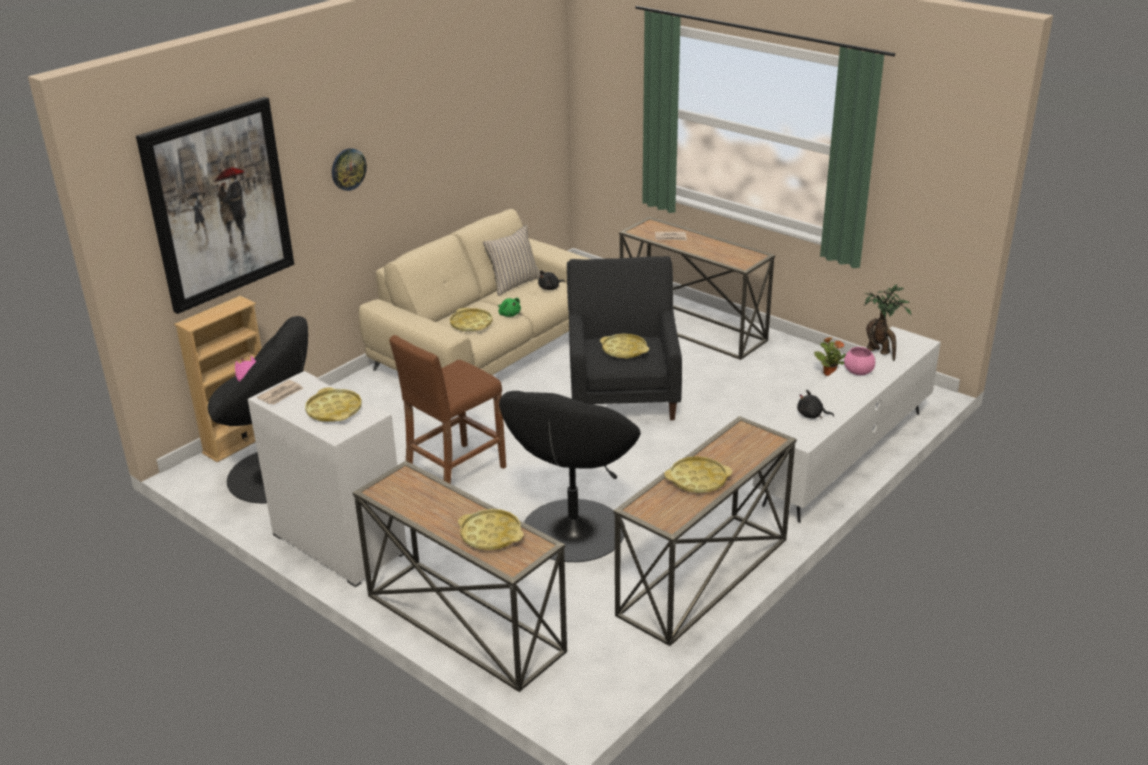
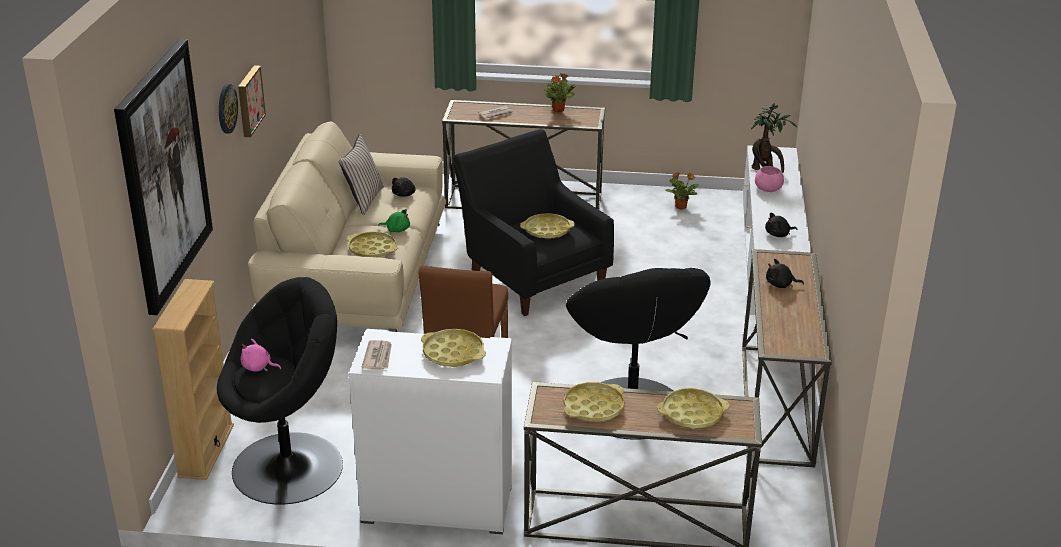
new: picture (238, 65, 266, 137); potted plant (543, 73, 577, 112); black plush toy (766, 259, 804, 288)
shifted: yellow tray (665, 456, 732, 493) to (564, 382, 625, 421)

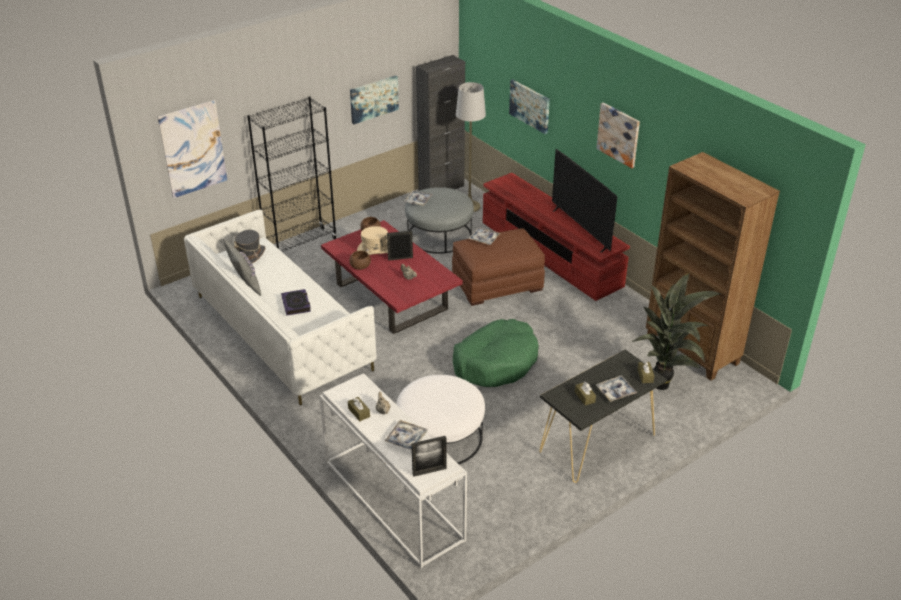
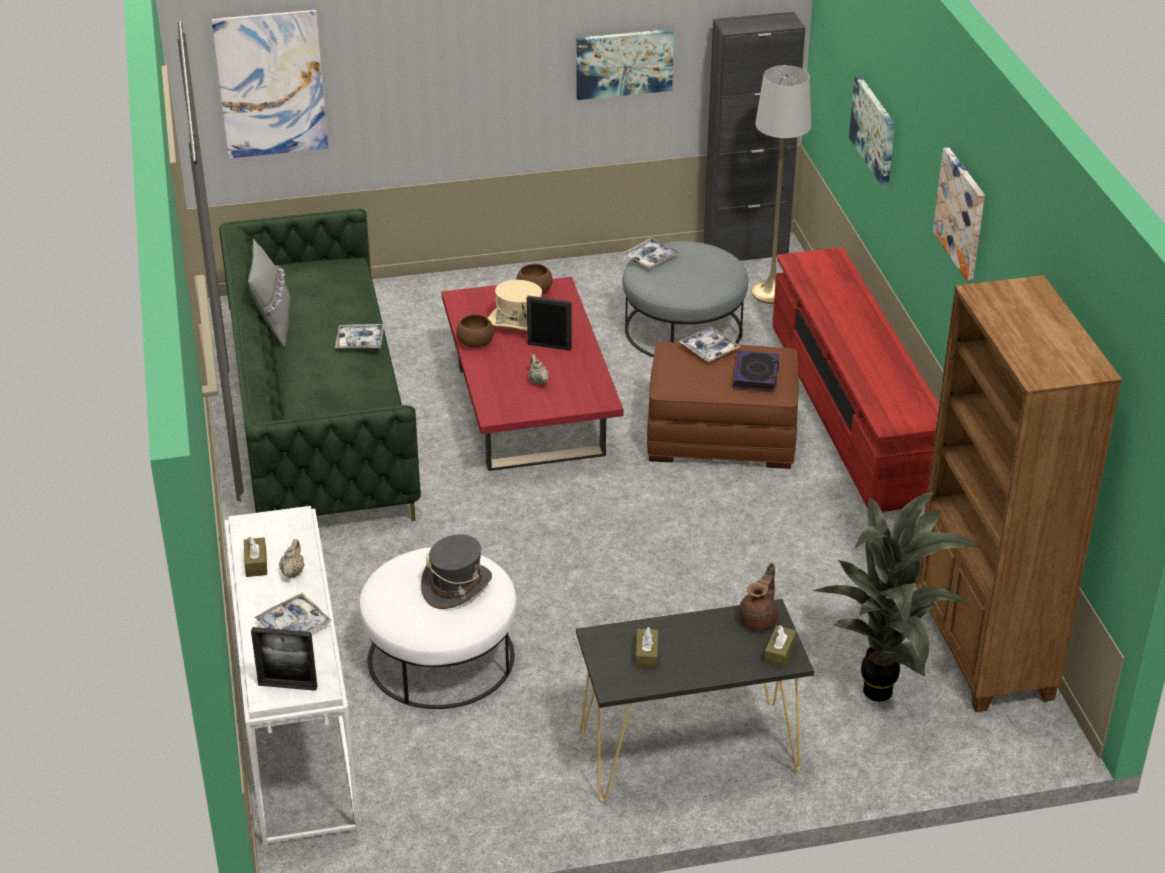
gone: black bookcase (247, 96, 337, 252); television (552, 149, 618, 253); green dog bed (453, 319, 539, 387)
new: brown teapot (738, 562, 778, 630)
shifted: grey hat (234, 230, 266, 263) to (421, 534, 492, 609); book (281, 289, 311, 316) to (733, 350, 779, 392); tray (596, 375, 637, 402) to (335, 324, 384, 349)
repainted: white sofa (184, 210, 377, 406) to green sofa (219, 209, 421, 521)

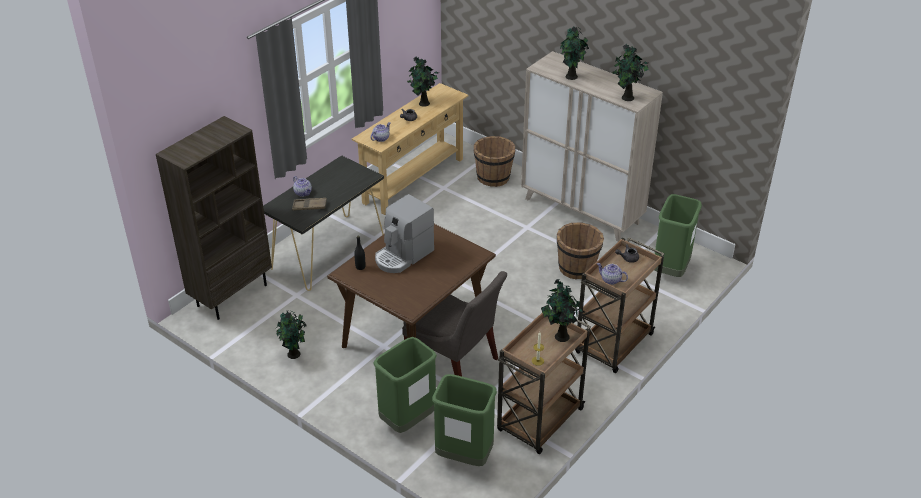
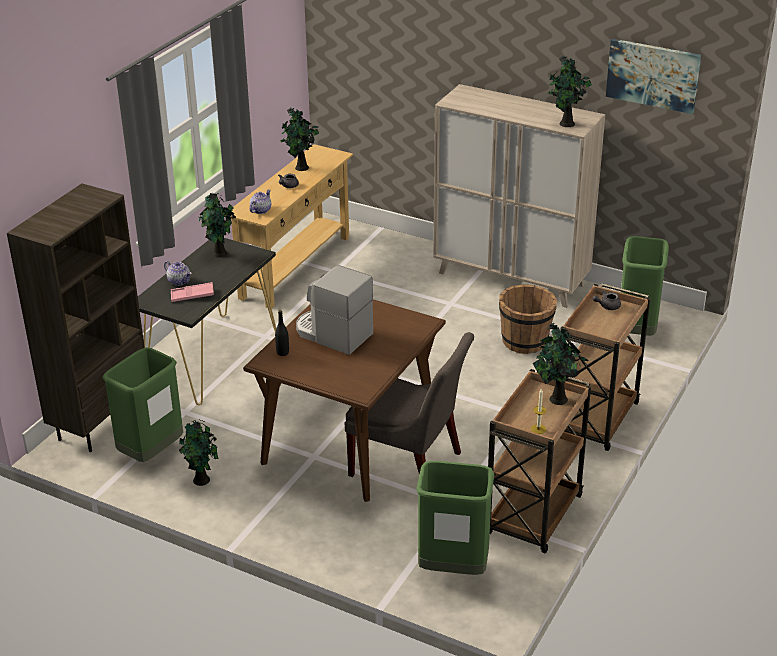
gone: brown bucket (474, 136, 515, 187); teapot (597, 263, 628, 285)
new: picture (606, 39, 701, 114)
shifted: potted plant (560, 26, 589, 80) to (198, 192, 236, 258); green trash can (373, 337, 437, 433) to (102, 347, 183, 462)
repainted: brown tray (292, 198, 327, 210) to pink tray (171, 282, 214, 302)
rotated: coffee machine (375, 194, 434, 273) = (296, 265, 373, 355) 90 degrees clockwise

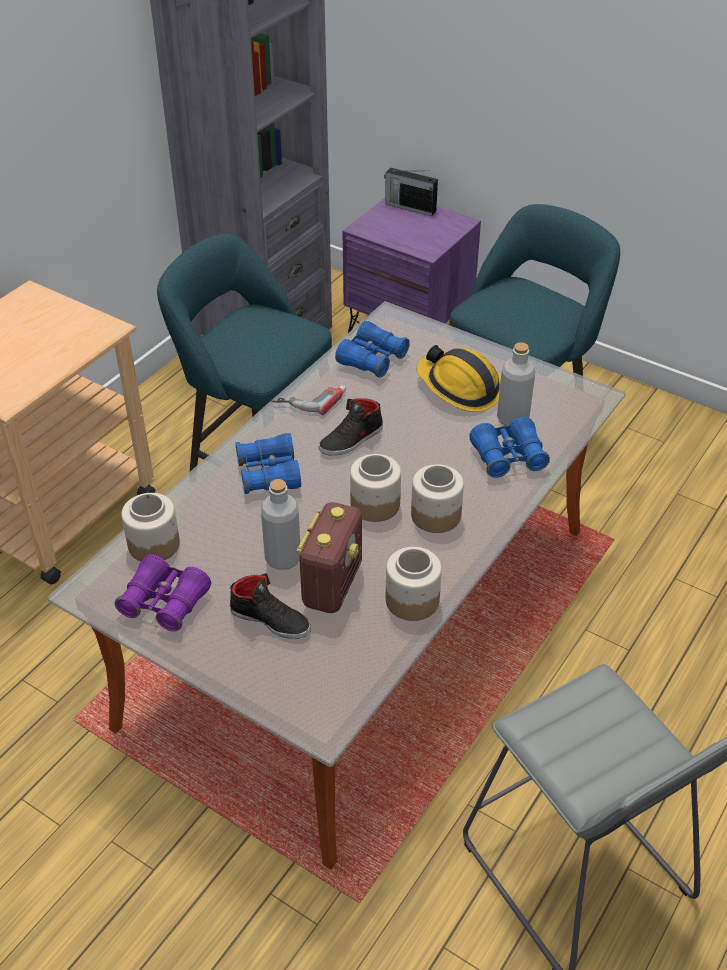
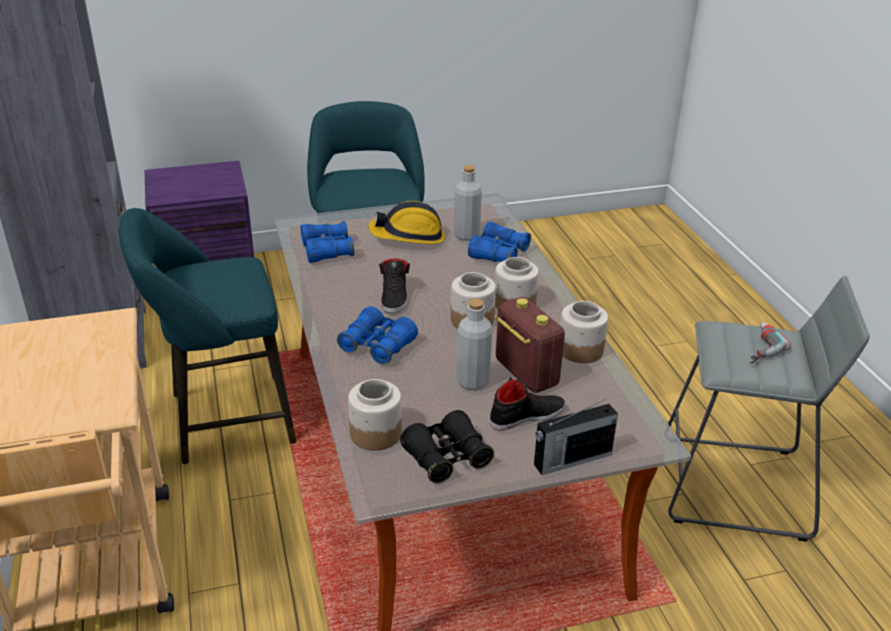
shifted: radio (384, 168, 438, 216) to (534, 399, 618, 475); power drill (271, 385, 346, 415) to (750, 322, 791, 364)
repainted: purple binoculars (115, 554, 211, 632) to black binoculars (400, 410, 494, 483)

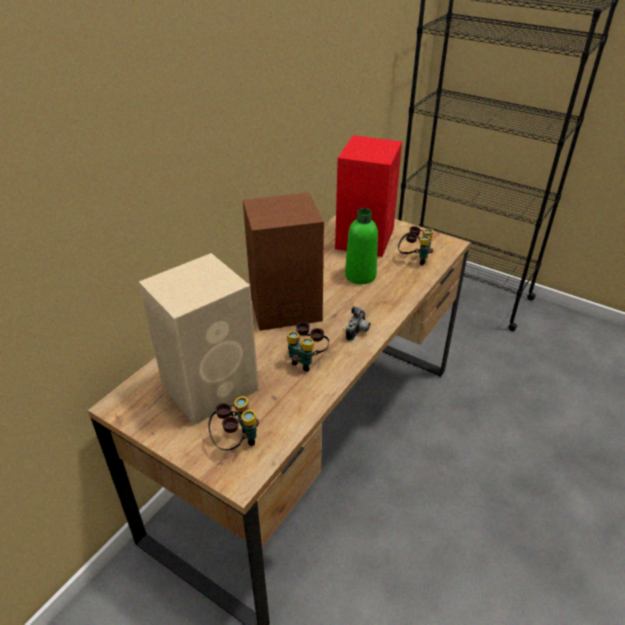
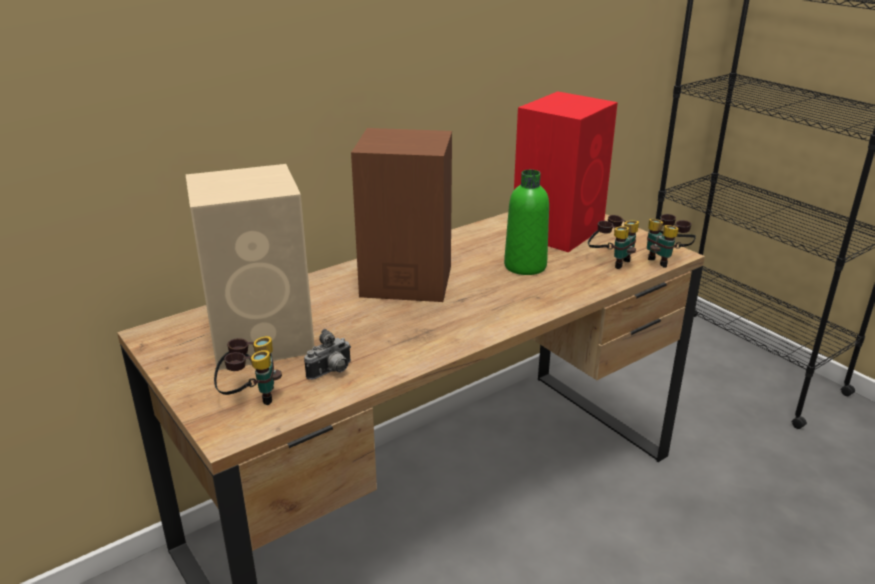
shifted: photo camera (346, 306, 370, 341) to (304, 329, 351, 380); binoculars (287, 322, 329, 372) to (647, 214, 696, 268)

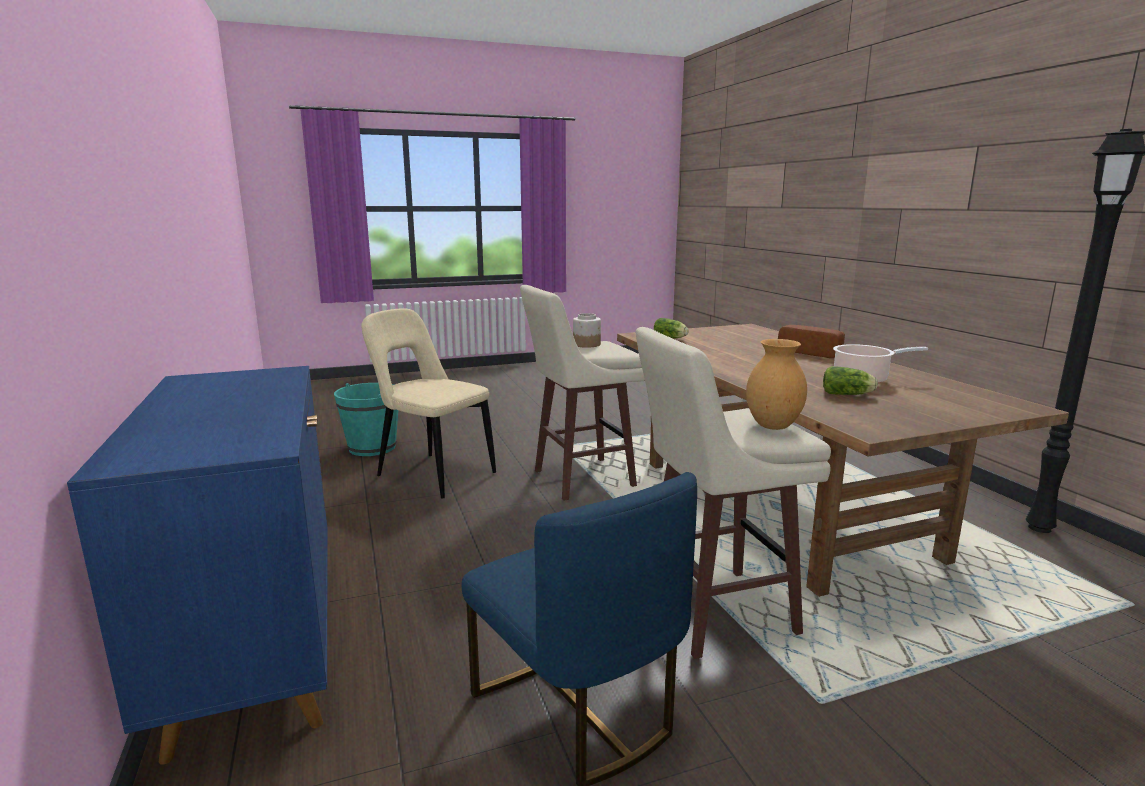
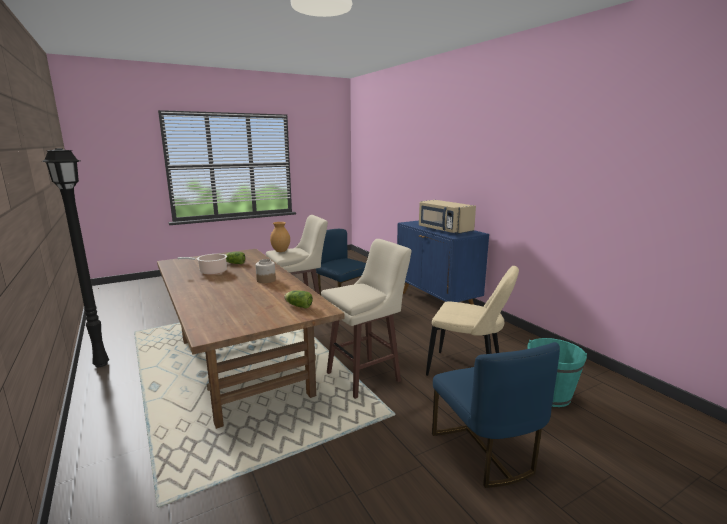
gone: bread (778, 325, 845, 358)
new: beige microwave (419, 200, 476, 235); blue chair (432, 342, 560, 488)
shifted: jar (573, 313, 601, 348) to (255, 259, 276, 283)

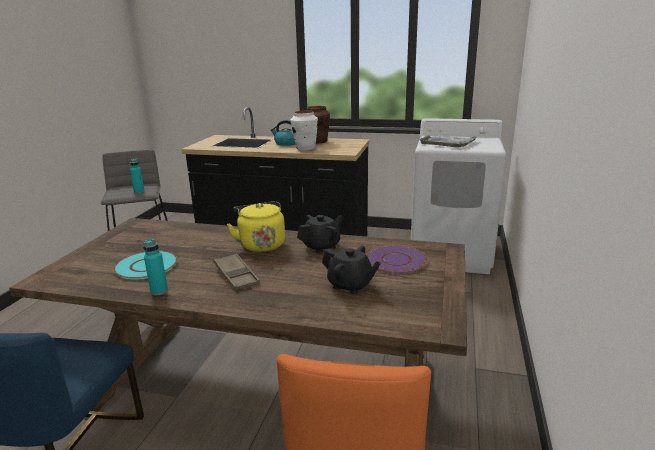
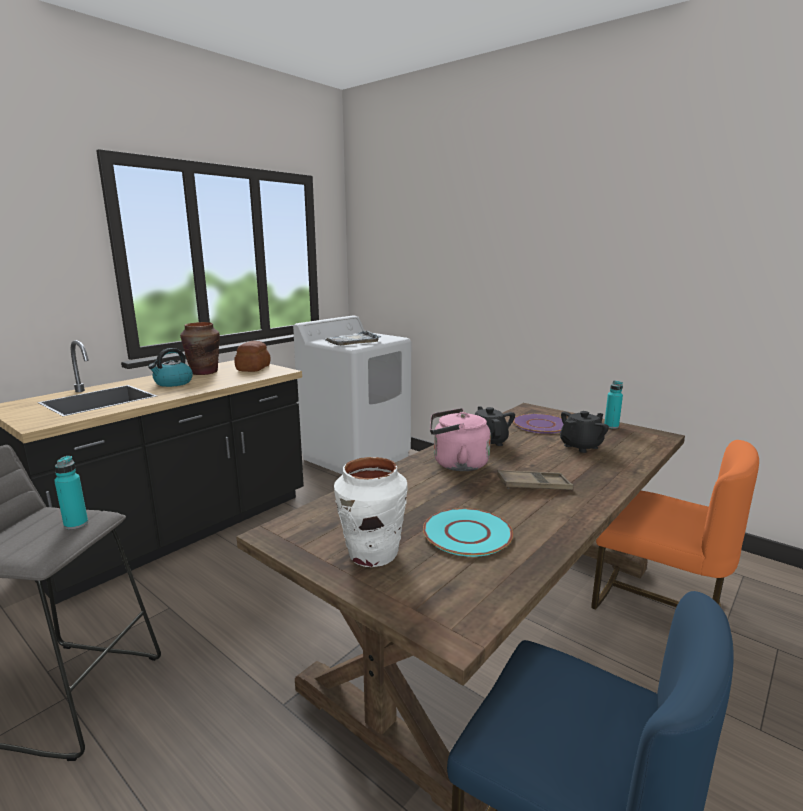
new: bread (234, 341, 271, 372)
shifted: white vase (290, 110, 318, 151) to (334, 457, 408, 567); turquoise bottle (143, 239, 168, 295) to (604, 381, 623, 429)
repainted: yellow kettle (227, 201, 285, 252) to pink kettle (430, 408, 491, 471)

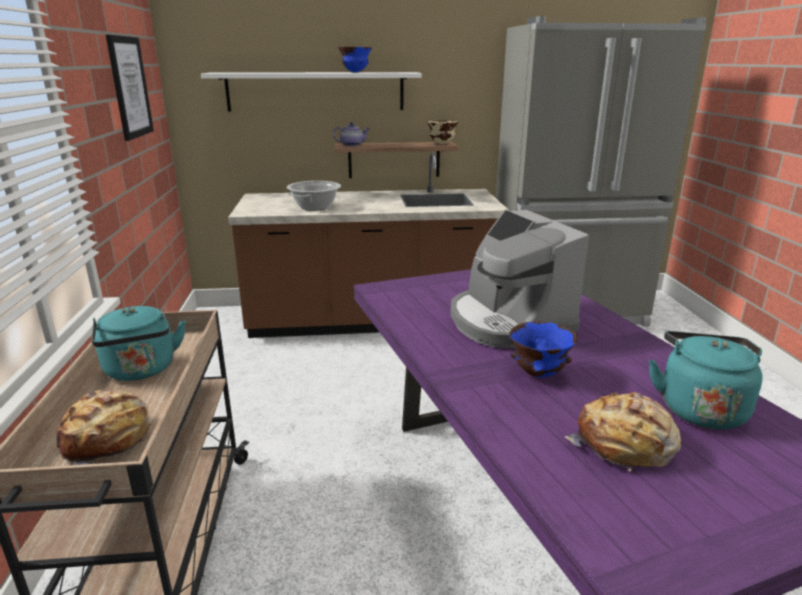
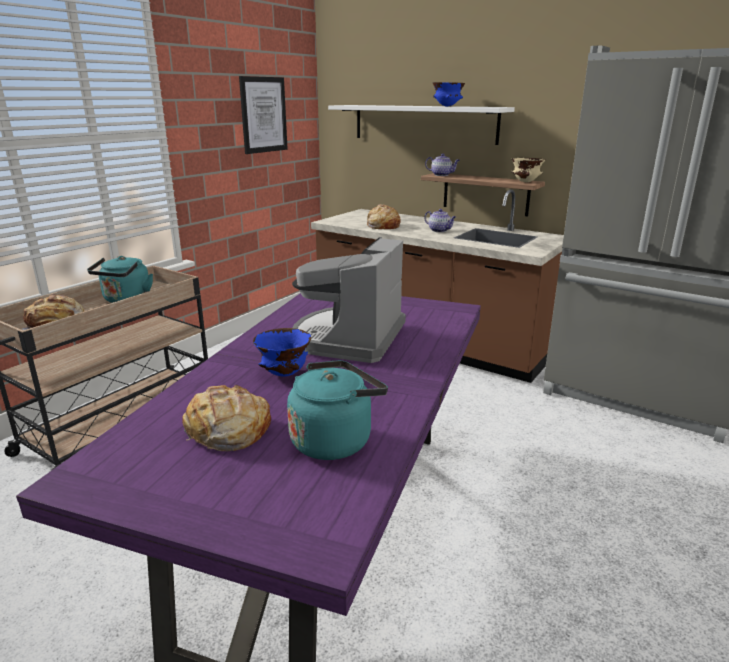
new: teapot (424, 209, 456, 232)
swapped: cooking pot (287, 181, 341, 211) to bread (367, 204, 400, 229)

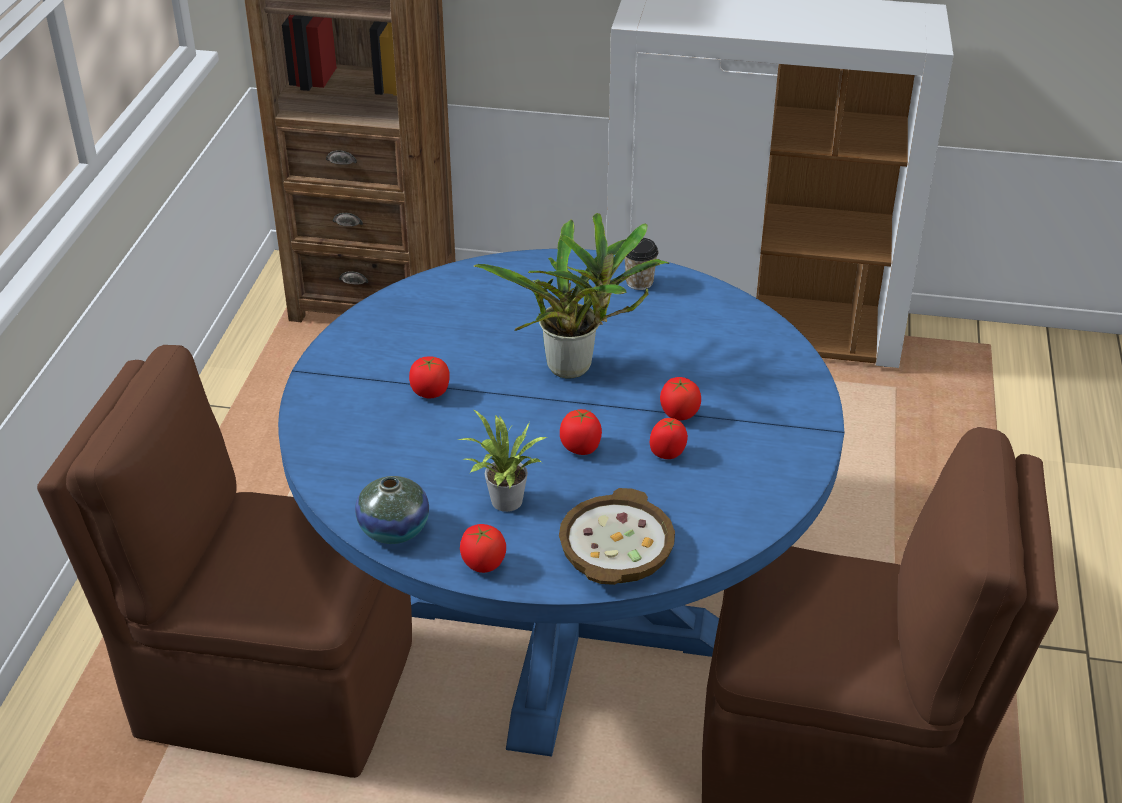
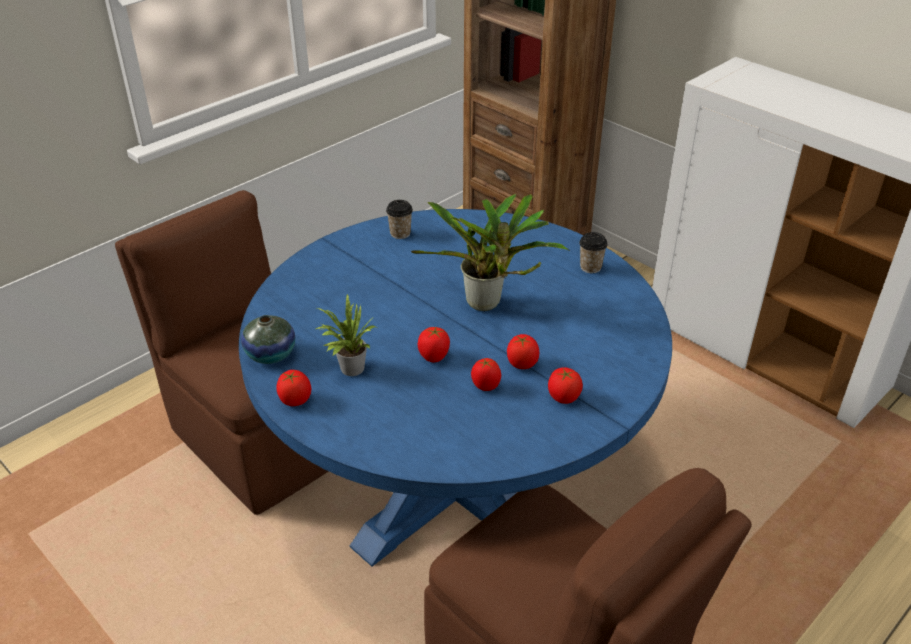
gone: bowl (559, 488, 675, 585)
new: cup (386, 200, 413, 239)
shifted: tomato (409, 356, 450, 398) to (548, 367, 583, 404)

